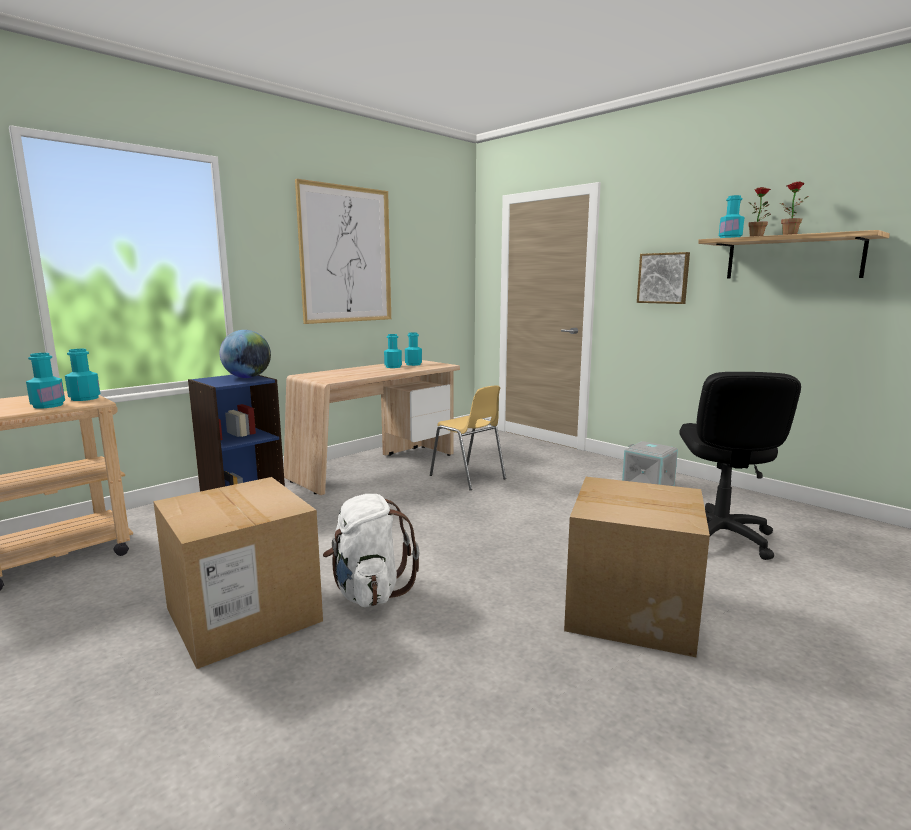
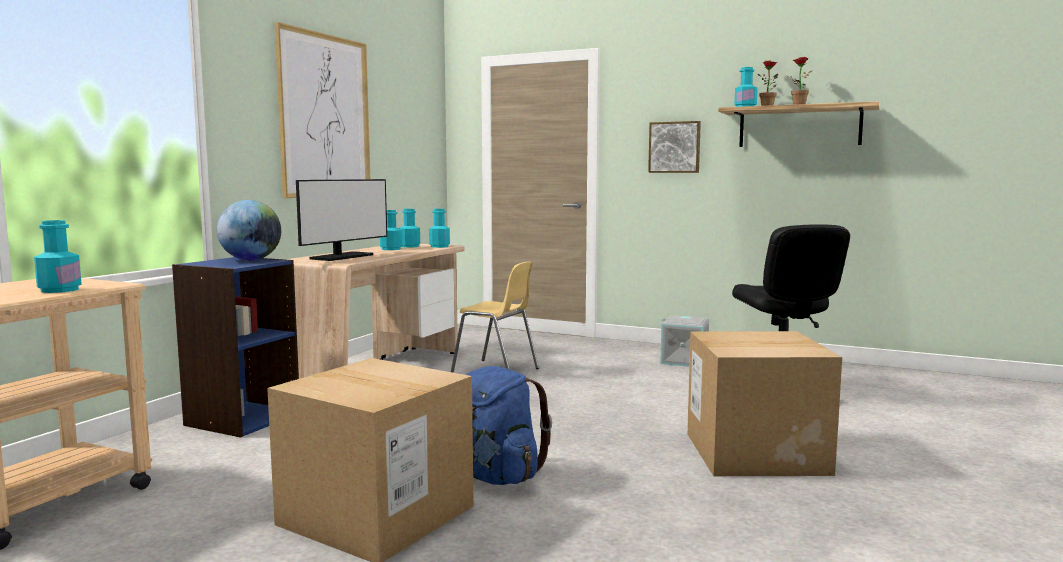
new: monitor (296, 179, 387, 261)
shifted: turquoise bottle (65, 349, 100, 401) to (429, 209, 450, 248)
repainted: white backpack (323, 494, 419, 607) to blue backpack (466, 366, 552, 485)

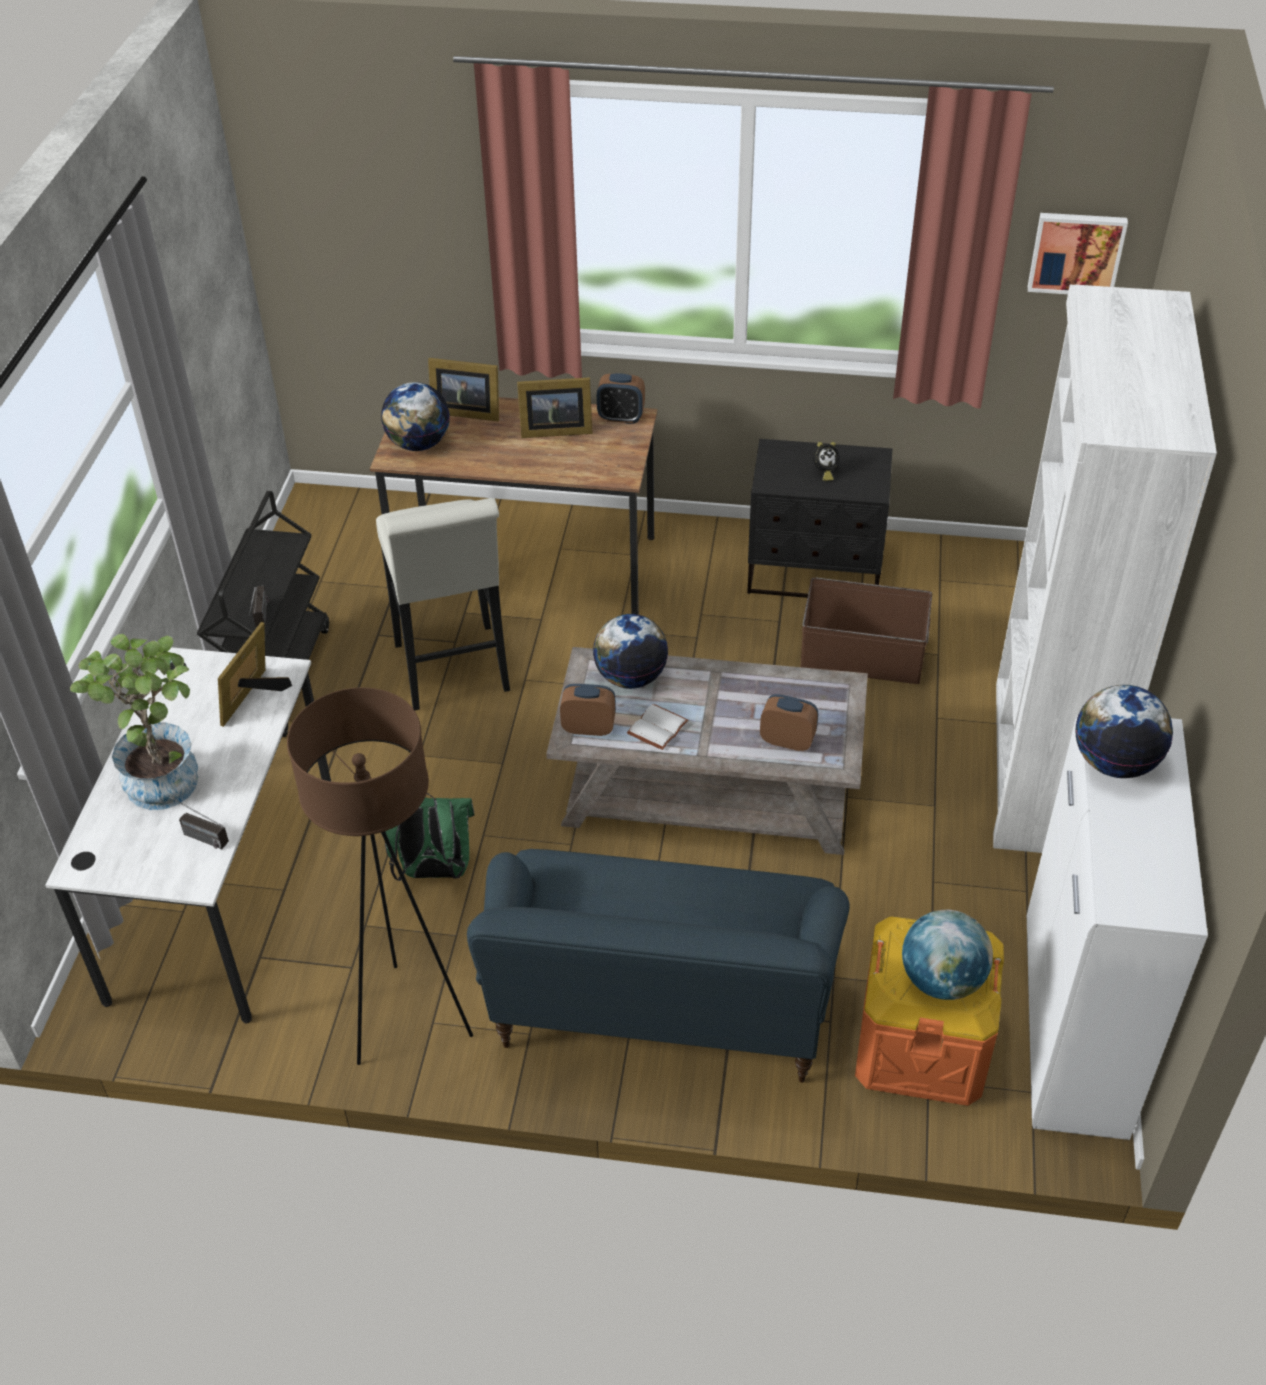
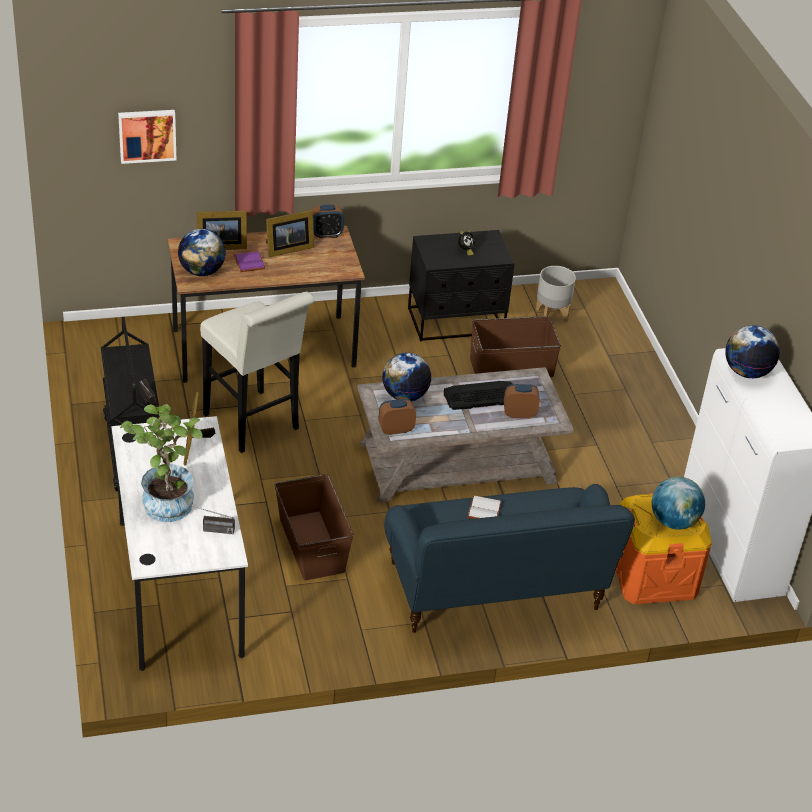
gone: white bookcase (993, 285, 1217, 853); brown floor lamp (287, 688, 473, 1065)
new: purple book (234, 252, 266, 272); grey planter (536, 266, 576, 322); keyboard (444, 381, 513, 410)
shifted: picture (1028, 213, 1128, 294) to (118, 110, 176, 164); white book (627, 704, 688, 750) to (468, 495, 502, 519)
swapped: green backpack (385, 793, 474, 881) to brown storage box (275, 474, 354, 581)

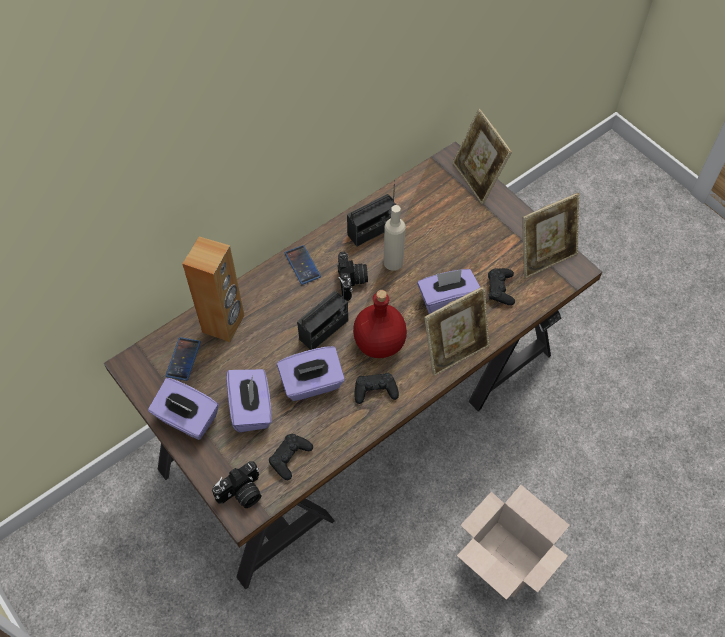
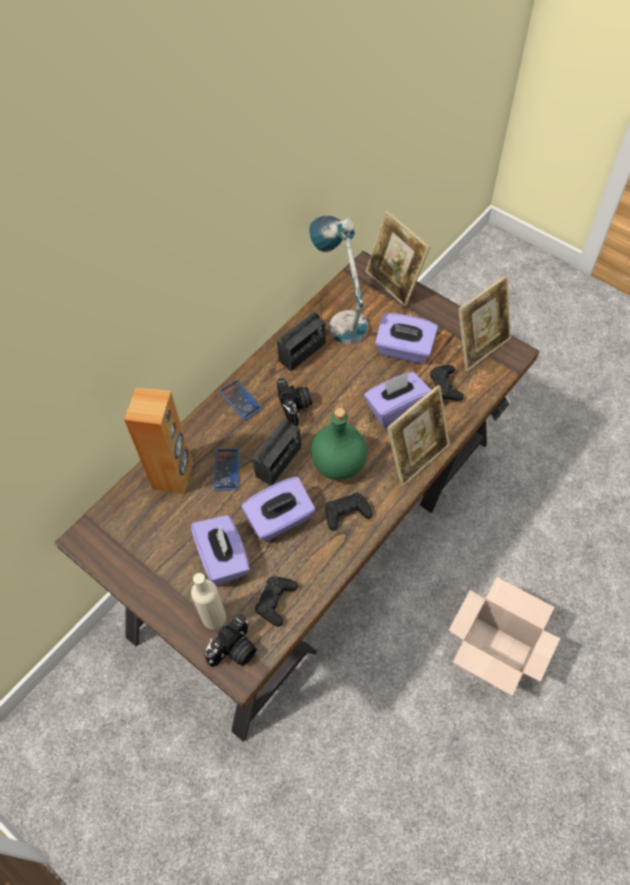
new: table lamp (309, 216, 368, 344)
shifted: beige bottle (383, 205, 406, 271) to (191, 573, 226, 630); phone (166, 337, 201, 381) to (214, 448, 240, 491); purple tissue box (148, 378, 219, 440) to (375, 313, 438, 364)
repainted: red bottle (353, 290, 407, 358) to green bottle (311, 408, 367, 480)

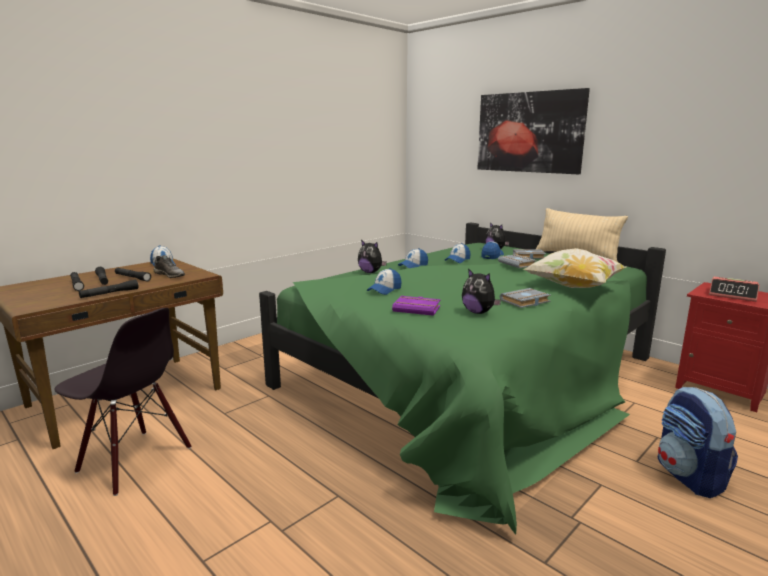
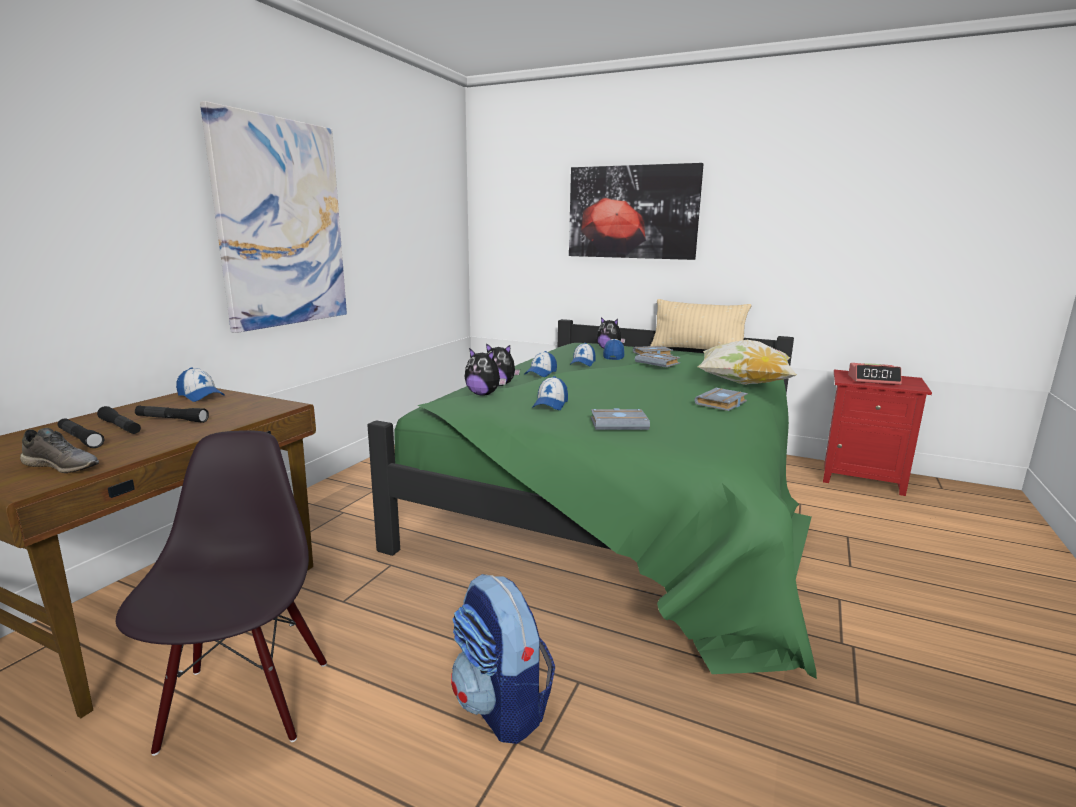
gone: black flashlight (79, 280, 139, 298)
new: picture (200, 101, 347, 333)
shifted: grey shoe (153, 255, 185, 278) to (20, 428, 99, 473); plush toy (462, 268, 501, 314) to (464, 348, 506, 395); backpack (658, 387, 738, 498) to (451, 574, 555, 744)
repainted: purple book (392, 296, 441, 316) to grey book (591, 408, 650, 430)
rotated: black chair (54, 308, 191, 496) = (116, 430, 327, 756) 105 degrees counterclockwise

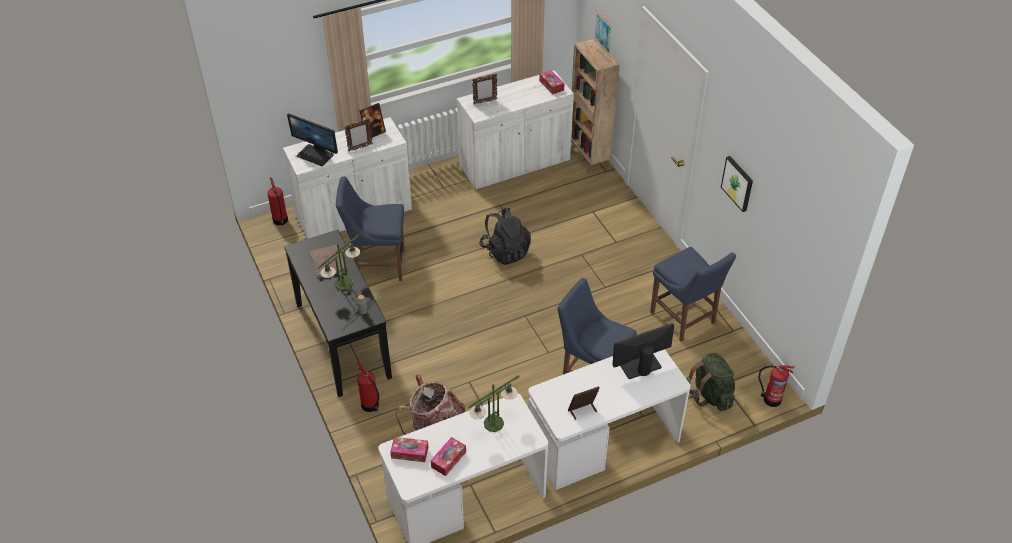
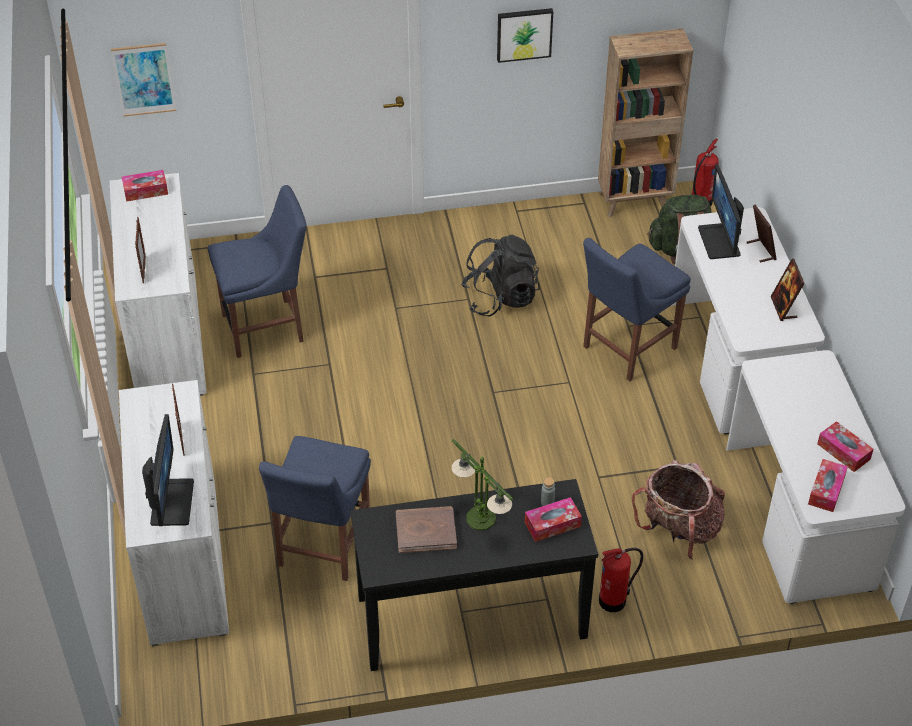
gone: fire extinguisher (267, 177, 288, 226); table lamp (467, 375, 519, 432)
new: tissue box (525, 497, 582, 542)
shifted: brown bookcase (571, 38, 620, 173) to (598, 28, 693, 217); picture frame (359, 103, 386, 138) to (747, 205, 777, 263); black backpack (479, 208, 531, 265) to (461, 235, 540, 317); blue chair (650, 247, 736, 342) to (208, 185, 307, 358)
rotated: monitor (287, 113, 338, 166) = (142, 414, 194, 526) 45 degrees counterclockwise

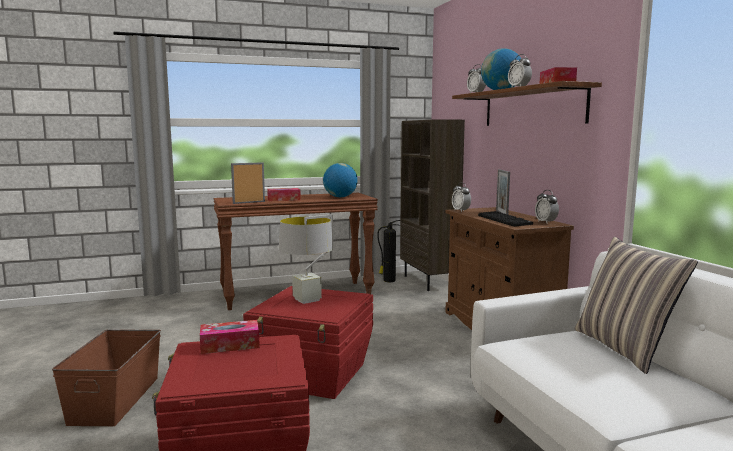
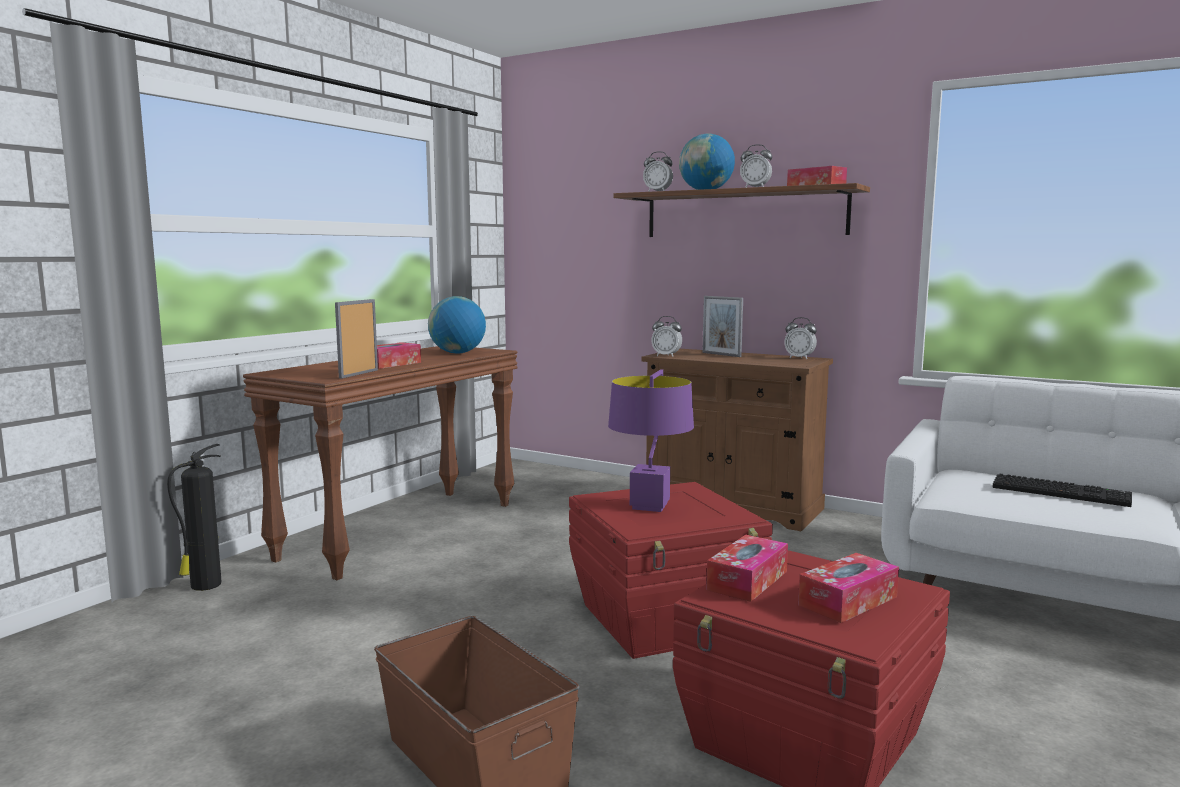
gone: brown bookcase (400, 119, 465, 291); pillow (574, 237, 698, 374)
new: tissue box (798, 553, 899, 623)
shifted: keyboard (478, 211, 533, 227) to (992, 474, 1132, 507); fire extinguisher (377, 220, 401, 282) to (167, 444, 221, 591)
repainted: grey table lamp (279, 214, 333, 304) to purple table lamp (608, 369, 694, 512)

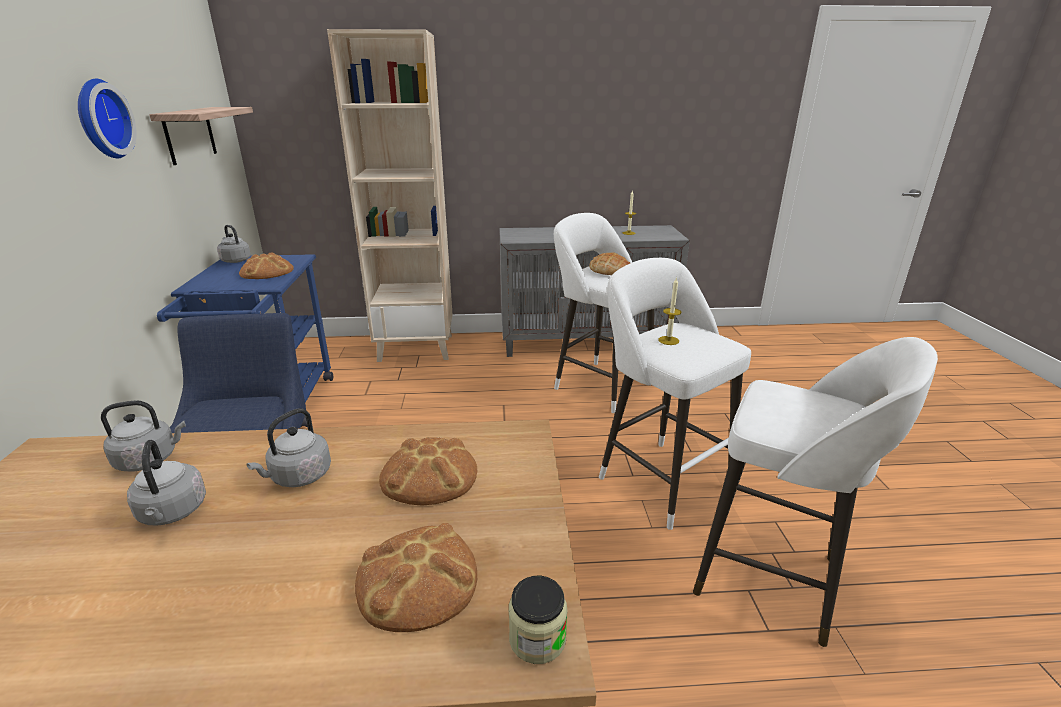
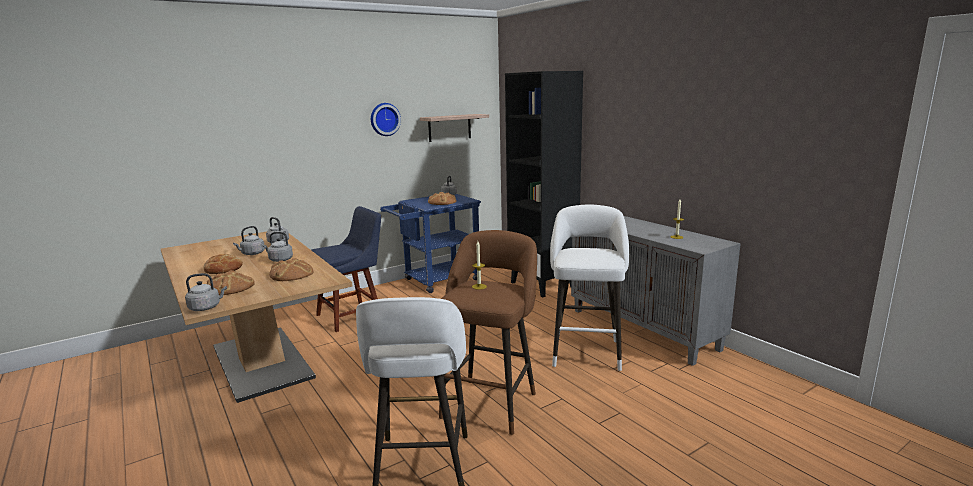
shifted: bread (589, 252, 630, 275) to (203, 254, 243, 274)
swapped: jar (509, 576, 568, 664) to grey kettle (185, 273, 227, 311)
repainted: beige bookcase (327, 29, 453, 362) to black bookcase (505, 71, 583, 297); white stool (599, 258, 751, 530) to brown stool (439, 230, 537, 435)

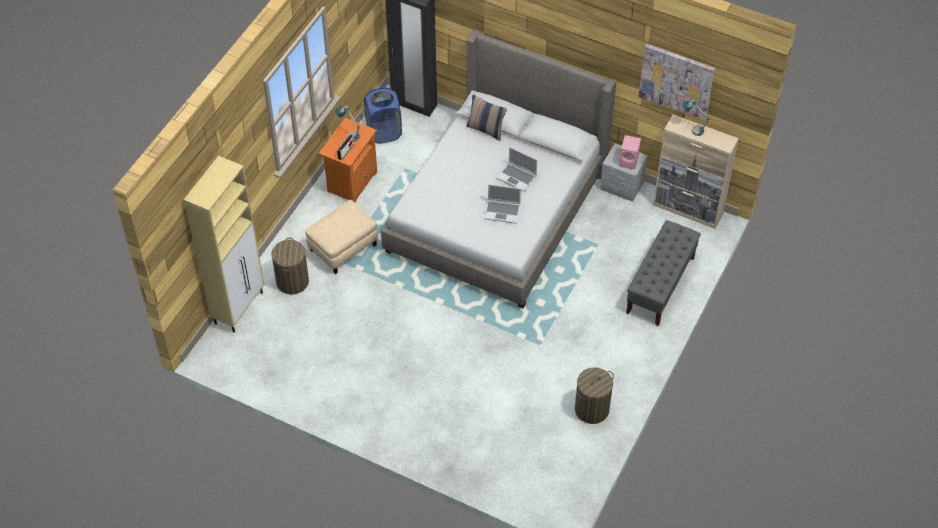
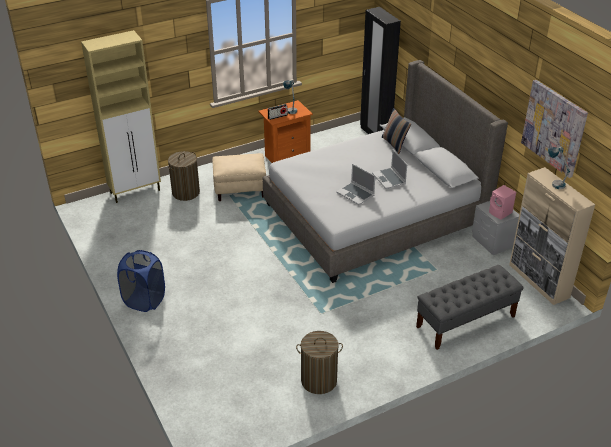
shifted: blue laundry basket (364, 87, 402, 144) to (117, 250, 165, 312)

